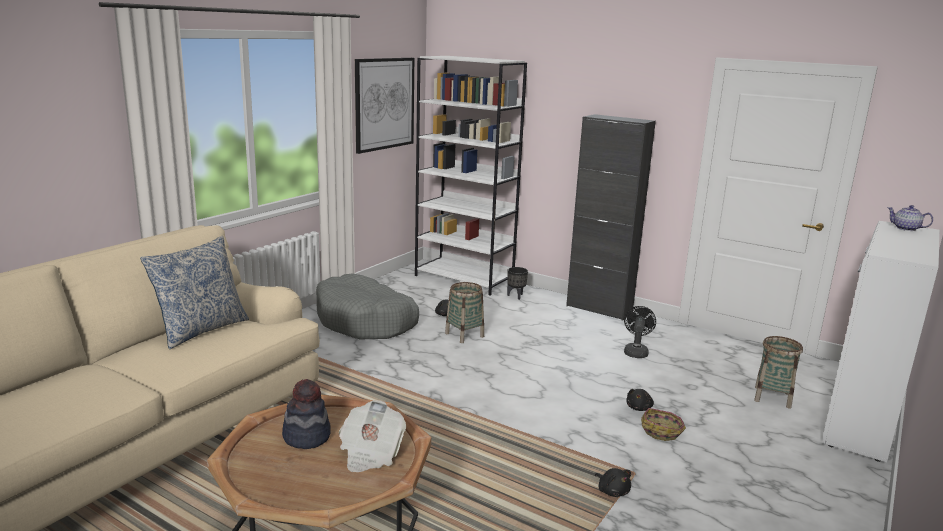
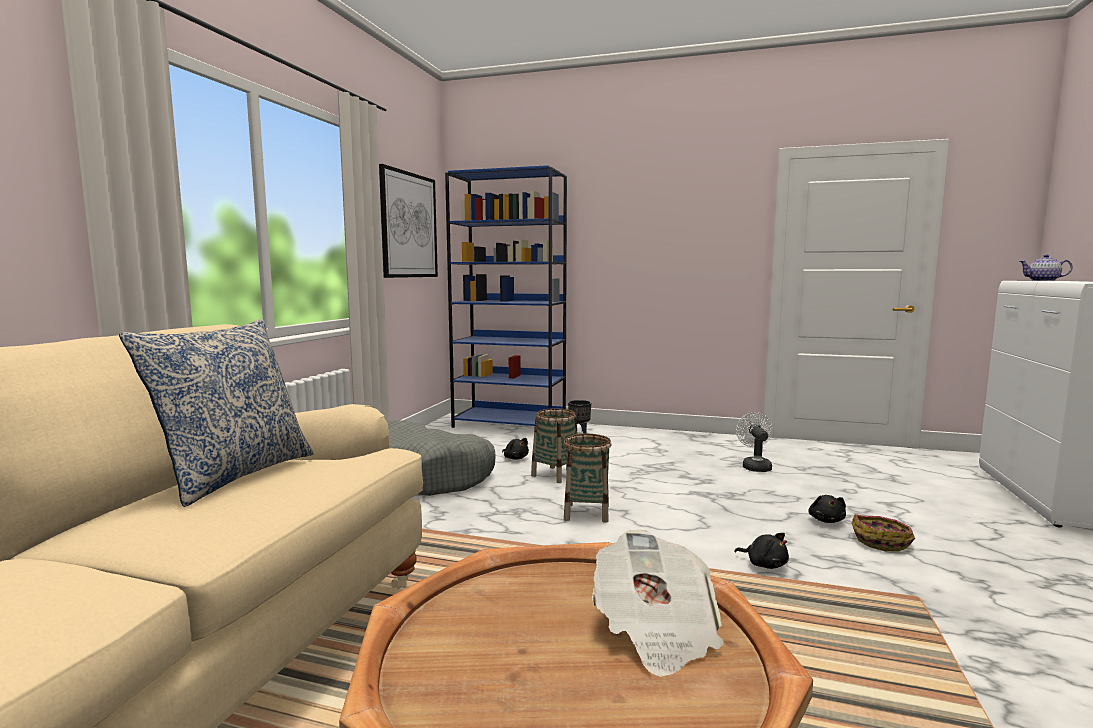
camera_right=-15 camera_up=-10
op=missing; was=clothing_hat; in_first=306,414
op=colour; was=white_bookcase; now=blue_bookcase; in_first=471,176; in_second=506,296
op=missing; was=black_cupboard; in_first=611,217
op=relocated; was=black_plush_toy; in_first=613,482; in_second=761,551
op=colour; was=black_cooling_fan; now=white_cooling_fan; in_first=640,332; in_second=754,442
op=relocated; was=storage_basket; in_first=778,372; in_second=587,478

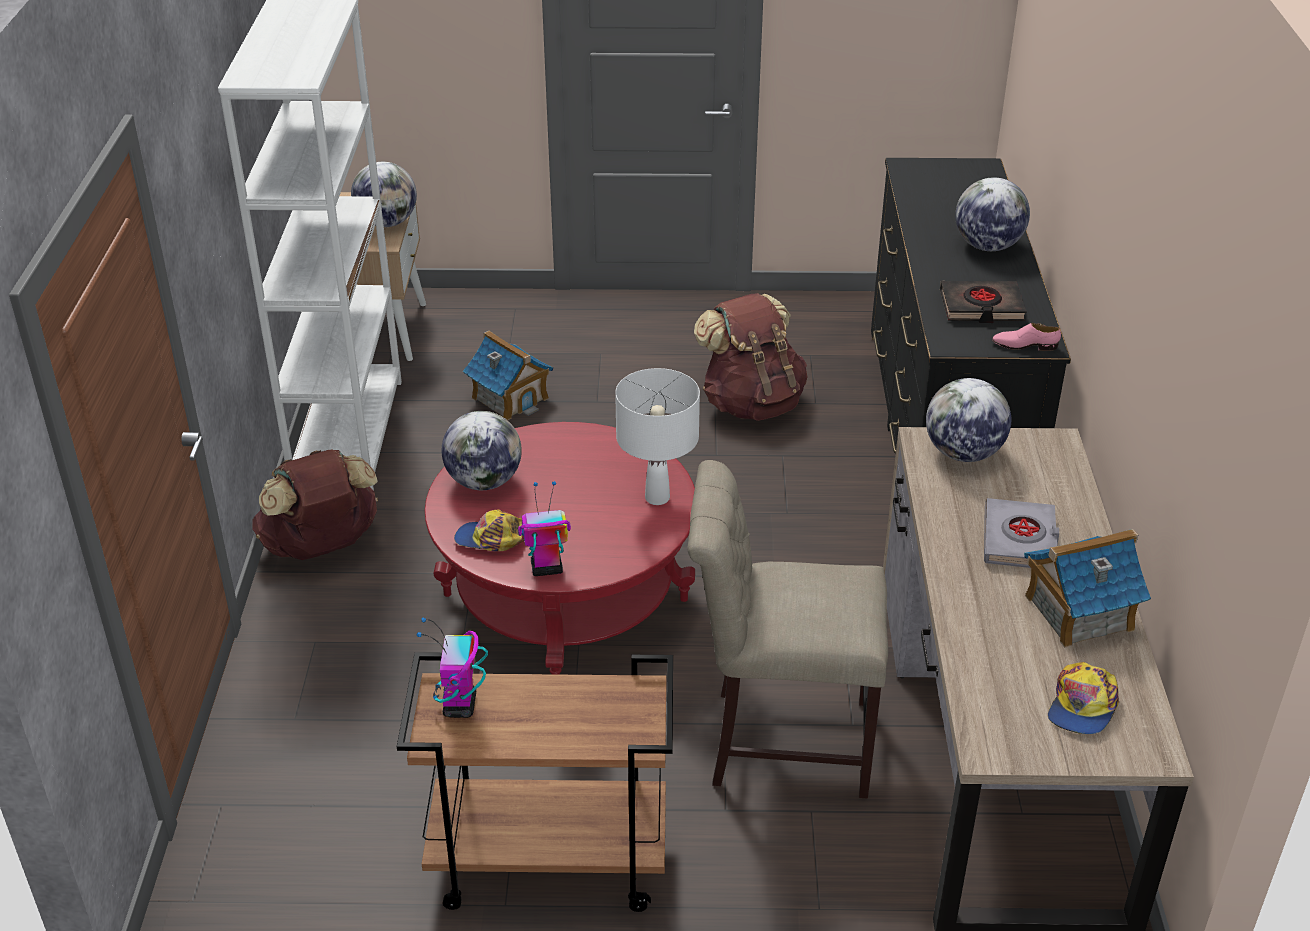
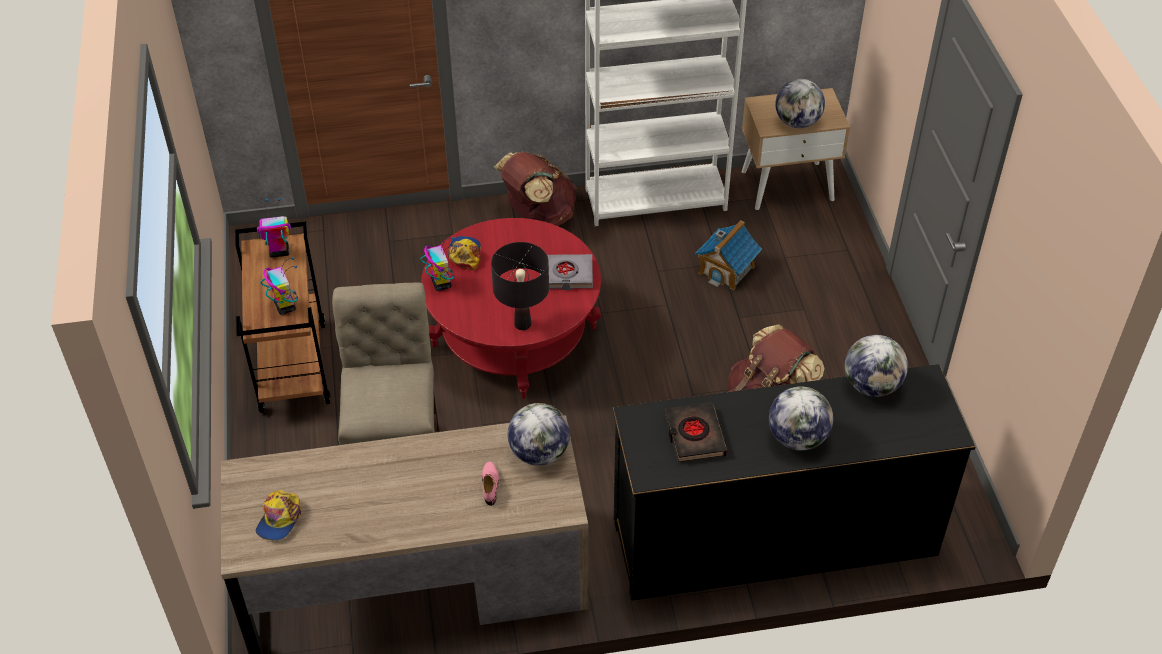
camera_right=80 camera_up=10
op=relocated; was=globe; in_first=482,450; in_second=876,366
op=colour; was=white_tabletop_lamp; now=black_tabletop_lamp; in_first=657,436; in_second=520,286
op=relocated; was=greyish_volume; in_first=1021,533; in_second=566,272
op=relocated; was=pinkish_item_of_footwear; in_first=1026,337; in_second=490,483
op=missing; was=model_house; in_first=1087,588
op=spun; was=peaked_cap; in_first=1083,698; in_second=278,515; clockwise=-90
op=appeared; now=model_robot; in_second=279,286

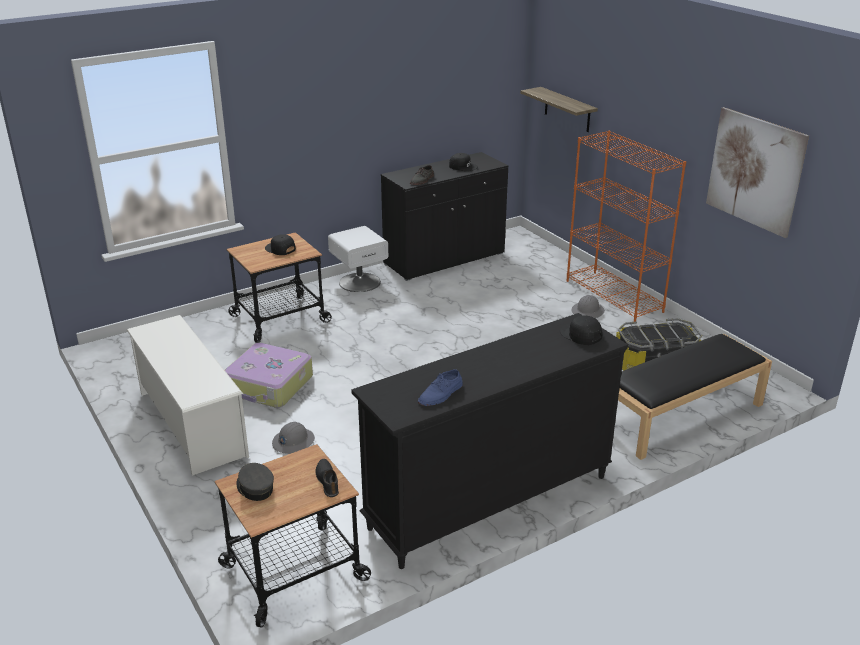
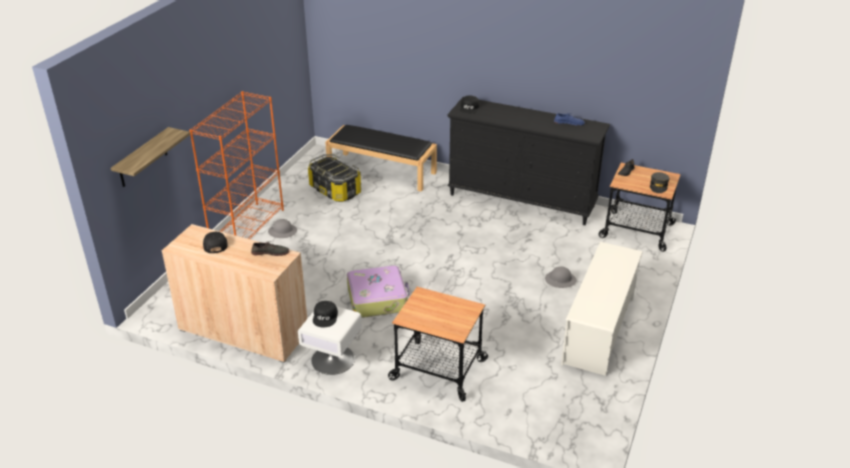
camera_right=-125 camera_up=5
op=relocated; was=suitcase; in_first=269,375; in_second=378,291
op=relocated; was=black_peaked_cap; in_first=280,244; in_second=325,314
op=colour; was=black_cupboard; now=beige-coloured_cupboard; in_first=444,216; in_second=234,293
op=missing; was=wall_art; in_first=757,172

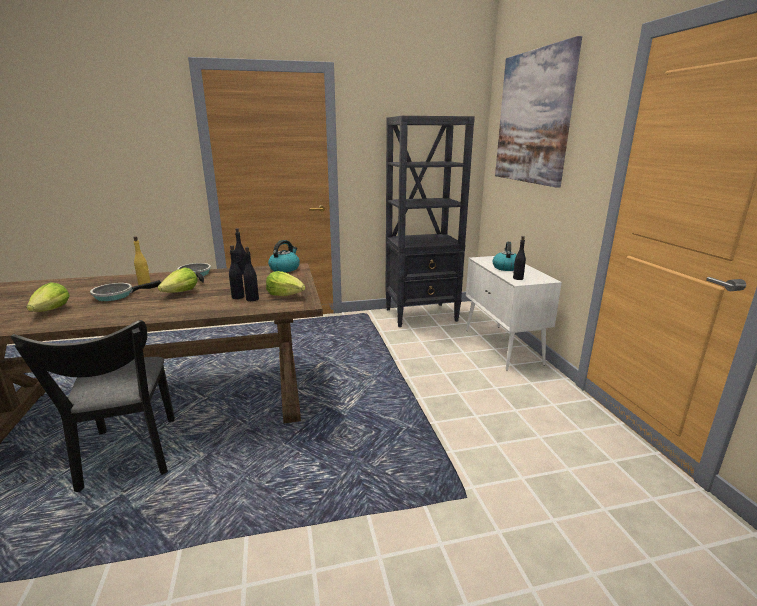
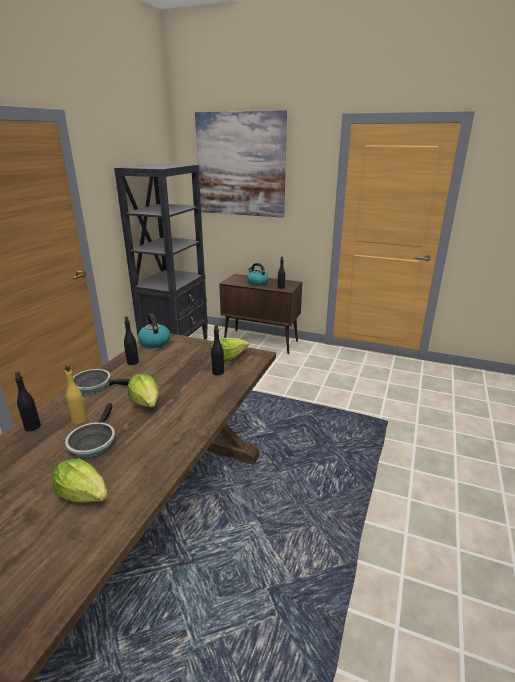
camera_right=-55 camera_up=5
op=missing; was=black_upright_chair; in_first=93,406
op=relocated; was=black_beverage_bottle; in_first=236,272; in_second=28,401
op=colour; was=white_cupboard; now=brown_cupboard; in_first=514,313; in_second=260,314

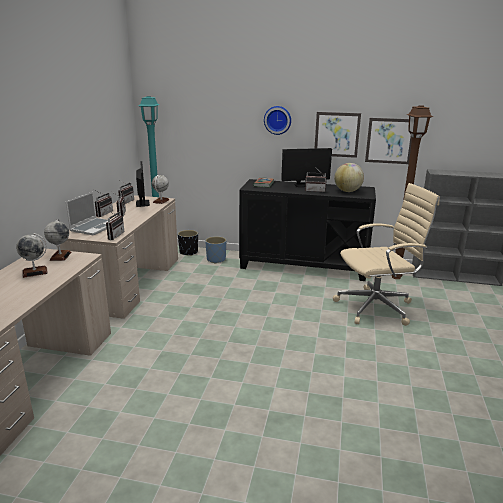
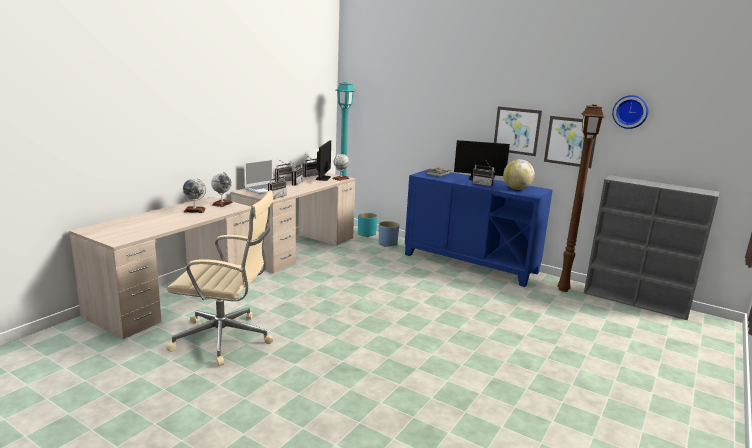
camera_right=20 camera_up=-5
op=colour; was=black_plant_pot; now=turquoise_plant_pot; in_first=188,243; in_second=368,224
op=colour; was=black_cupboard; now=blue_cupboard; in_first=307,230; in_second=479,228
op=relocated; was=clock_on_the_wall; in_first=277,120; in_second=630,112
op=relocated; was=beige-coloured_office_chair; in_first=386,254; in_second=220,278

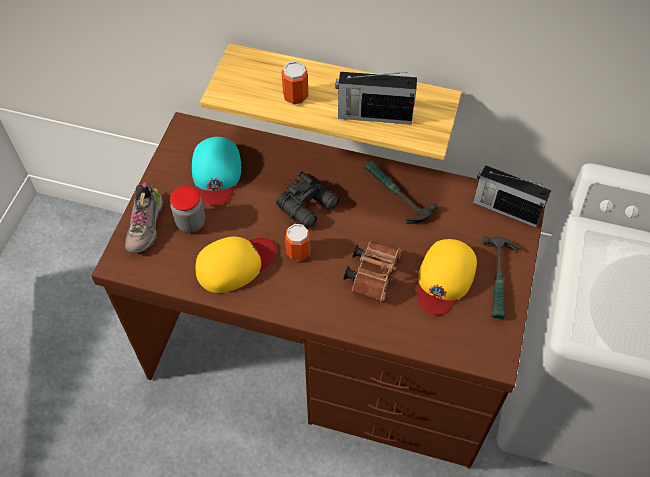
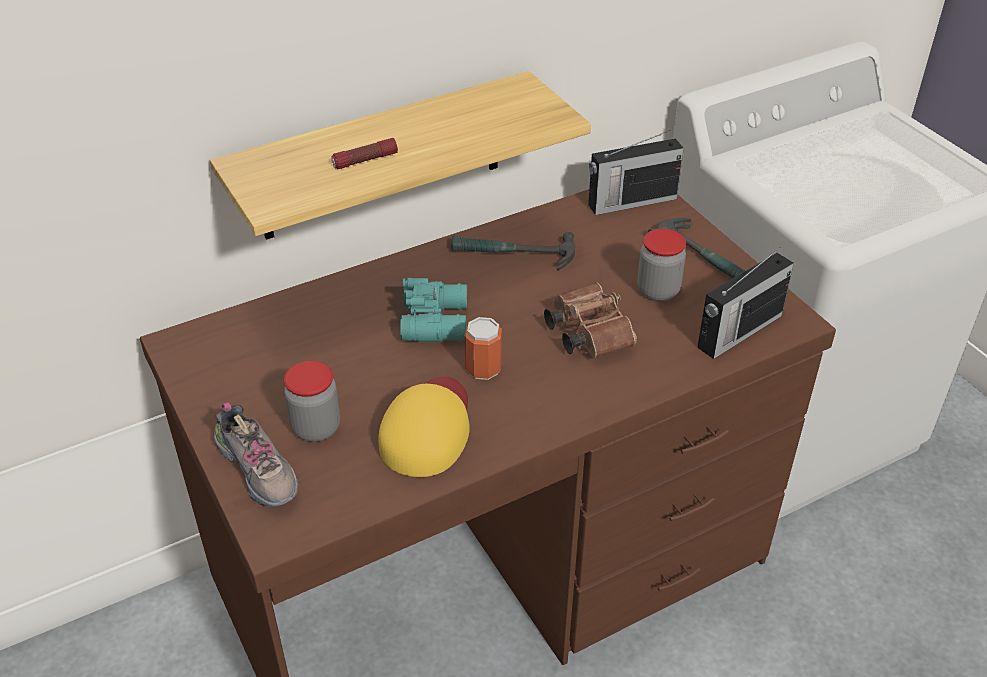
camera_right=-45 camera_up=-15
op=missing; was=turquoise_peaked_cap; in_first=216,171
op=colour; was=black_field_glasses; now=turquoise_field_glasses; in_first=308,200; in_second=433,310
op=exchanged; was=can; now=flashlight; in_first=295,83; in_second=364,153
op=relocated; was=radio_receiver; in_first=376,98; in_second=745,303
op=exchanged; was=yellowish_peaked_cap; now=jar; in_first=447,277; in_second=661,265

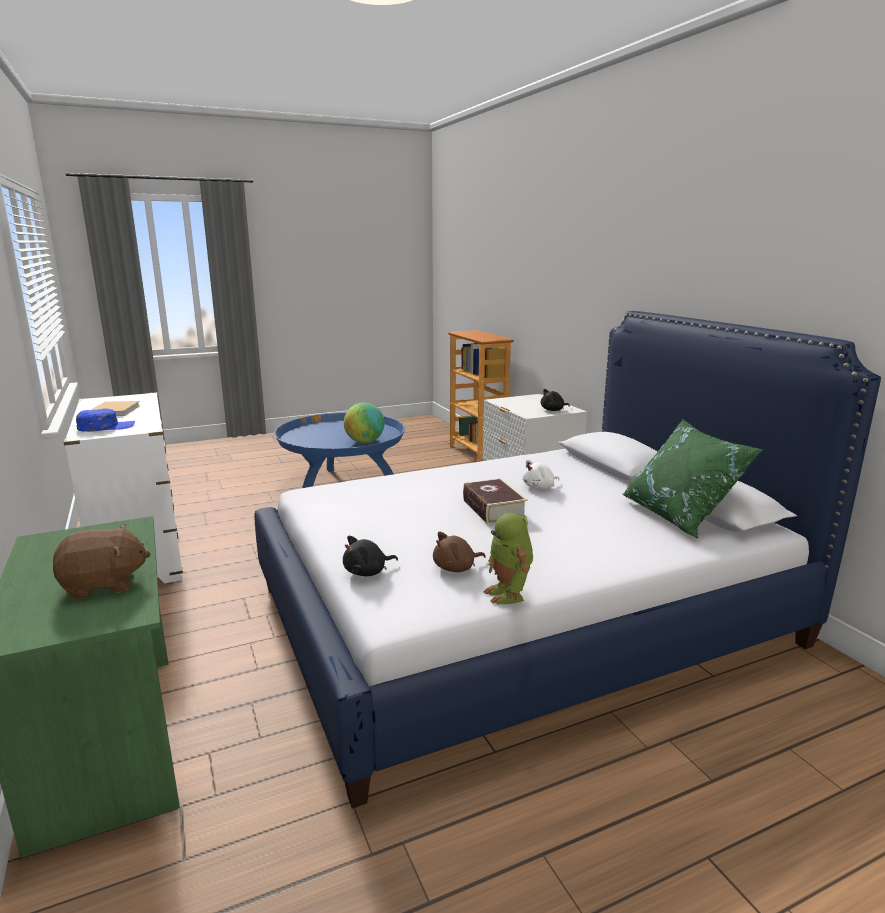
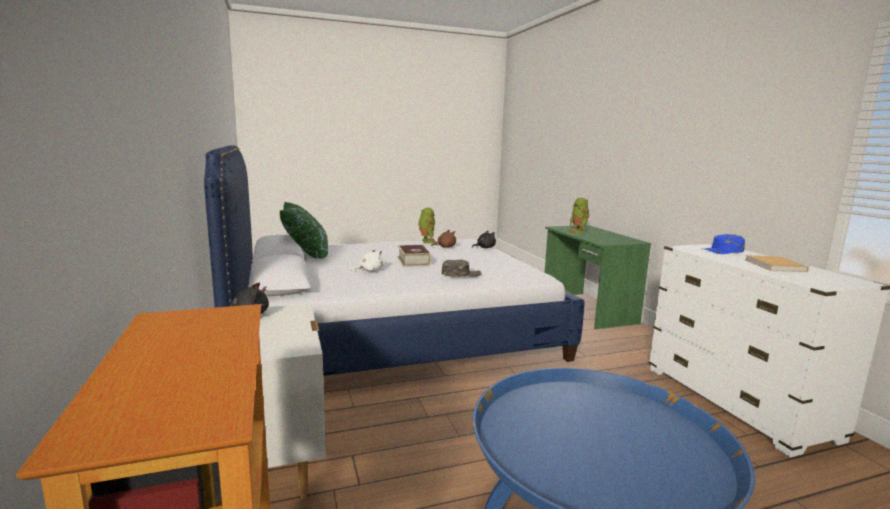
camera_right=-175 camera_up=-5
op=exchanged; was=brown_plush_toy; now=model_robot; in_first=101,561; in_second=579,215
op=missing; was=globe; in_first=364,423
op=appeared; now=green-coloured_peaked_cap; in_second=461,268

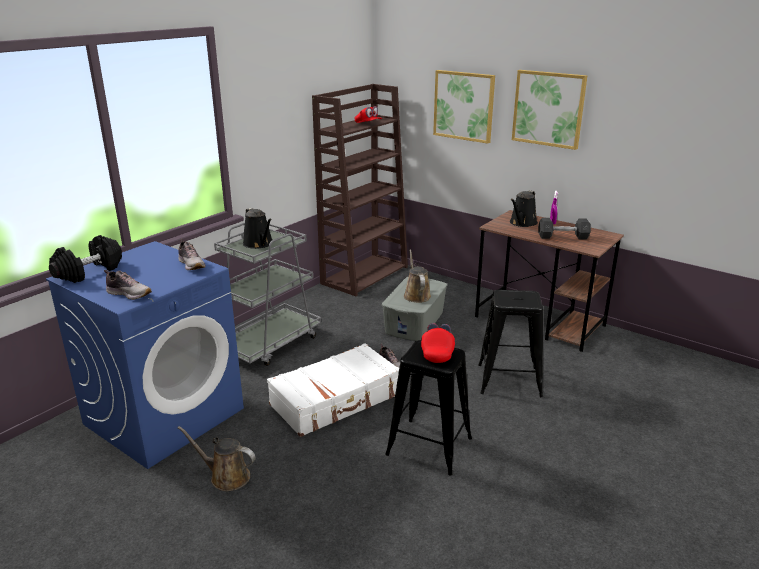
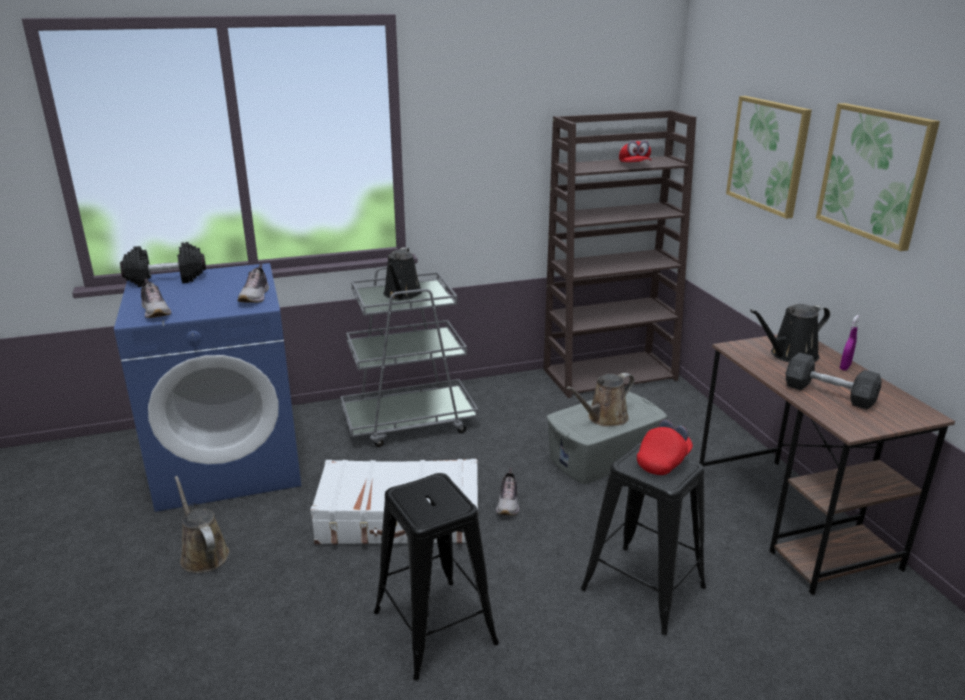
camera_right=35 camera_up=0
op=spun; was=brown_watering_can; in_first=417,276; in_second=600,400; clockwise=-150
op=relocated; was=red_peaked_cap; in_first=438,343; in_second=665,447

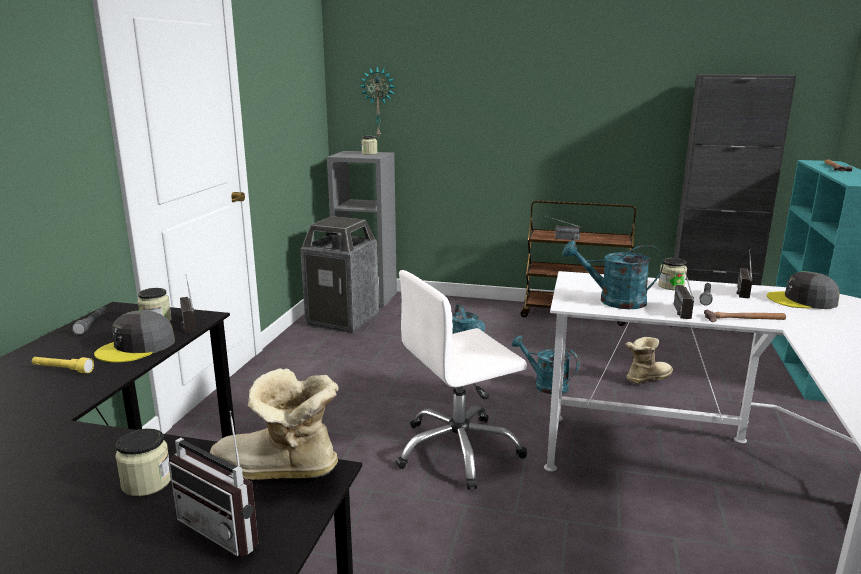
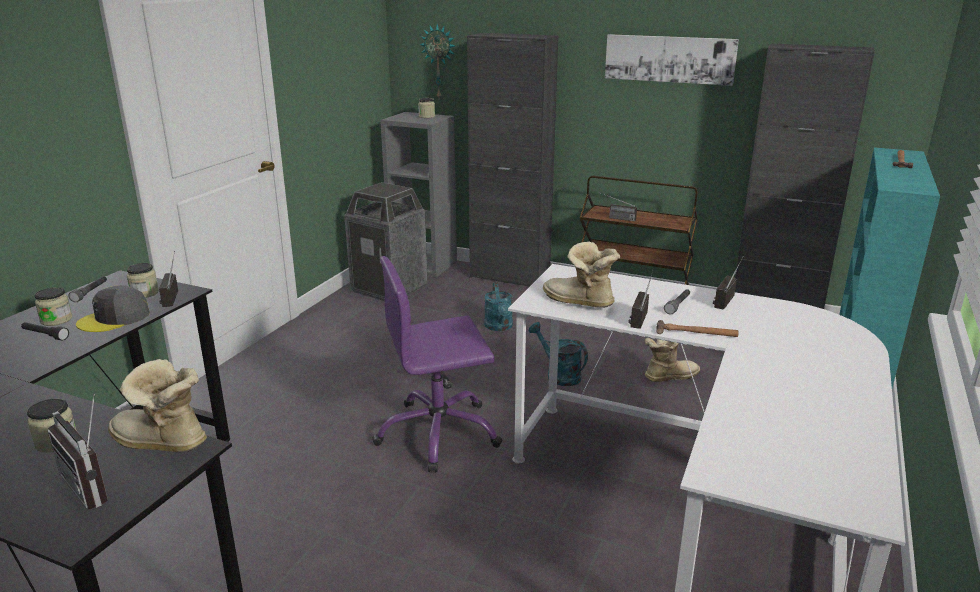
camera_right=10 camera_up=5
op=colour; was=yellowish_flashlight; now=black_flashlight; in_first=63,365; in_second=45,331
op=colour; was=white_office_chair; now=purplish_office_chair; in_first=461,380; in_second=437,364
op=exchanged; was=turquoise_watering_can; now=boot; in_first=612,274; in_second=581,275
op=relocated; was=jar; in_first=672,274; in_second=53,306
op=missing; was=greyish_peaked_cap; in_first=803,290
op=appeared; now=black_cupboard; in_second=512,160
op=appeared; now=wall_art; in_second=672,60

